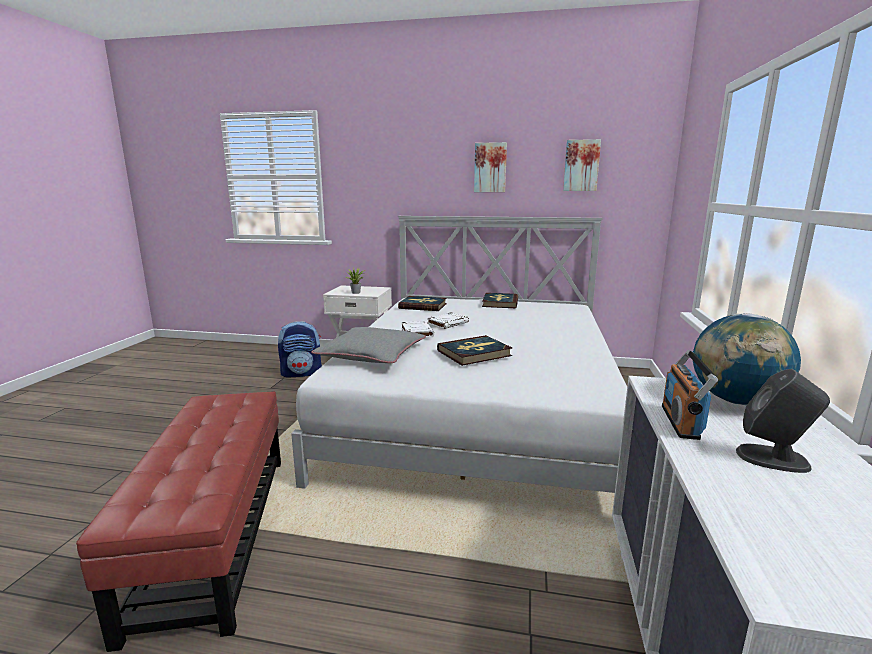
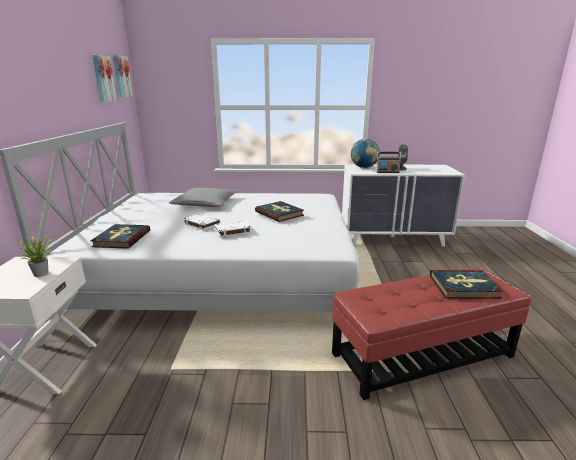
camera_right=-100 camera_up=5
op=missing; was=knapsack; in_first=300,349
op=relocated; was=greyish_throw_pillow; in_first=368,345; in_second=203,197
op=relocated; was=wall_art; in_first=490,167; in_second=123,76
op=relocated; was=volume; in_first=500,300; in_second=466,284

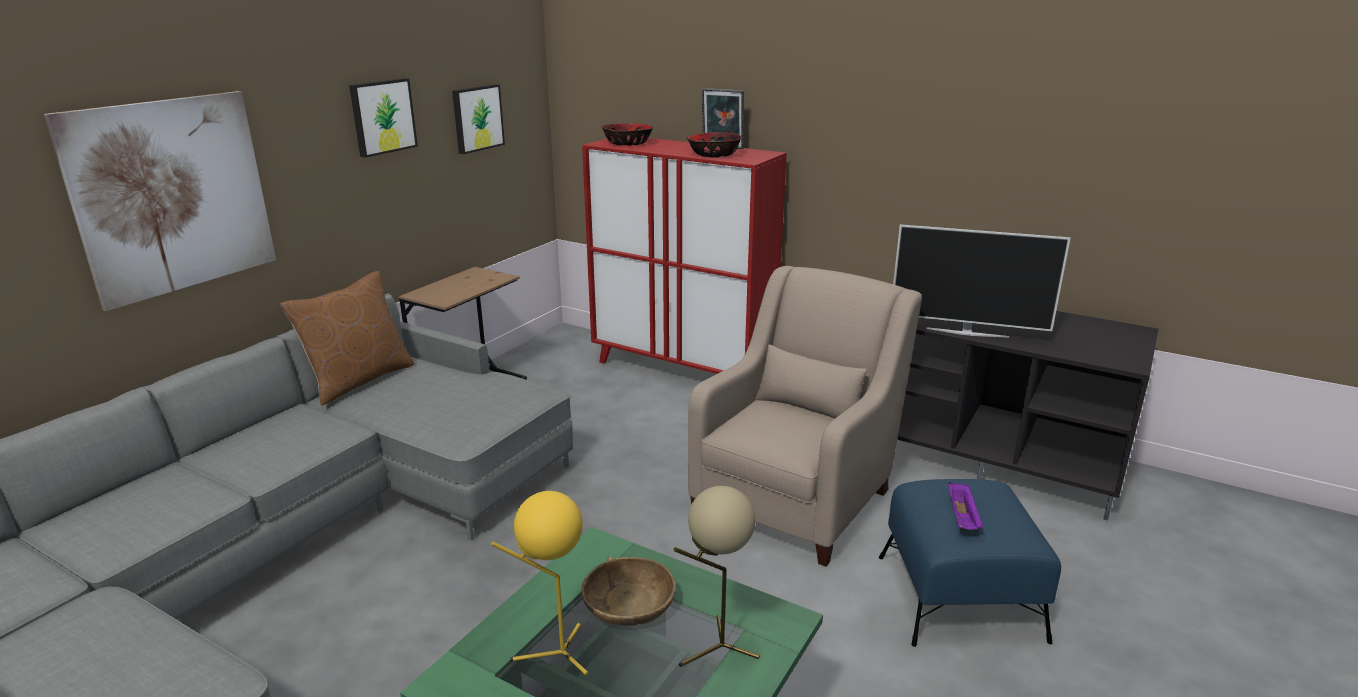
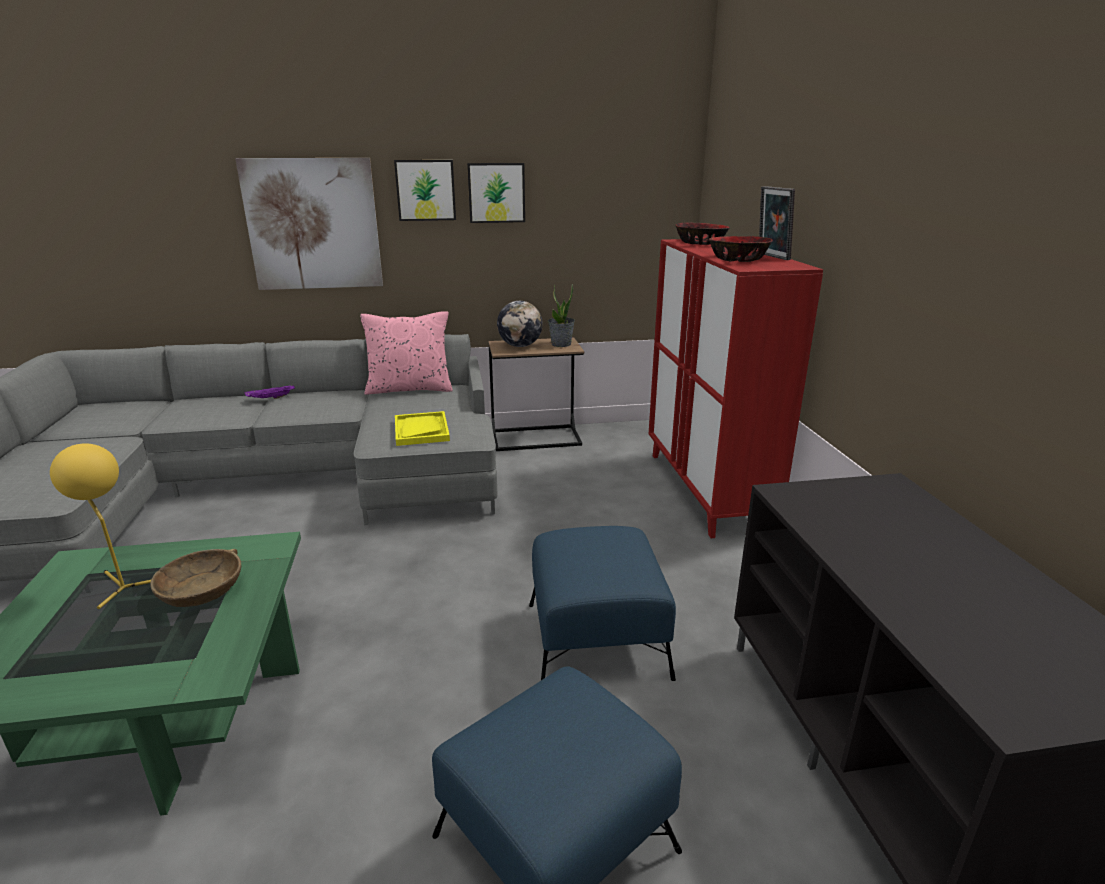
camera_right=50 camera_up=0
op=colour; was=brown_throw_pillow; now=pinkish_throw_pillow; in_first=347,338; in_second=406,353
op=relocated; was=wall_art; in_first=478,119; in_second=425,190
op=missing; was=beige-coloured_tabletop_lamp; in_first=716,576
op=exchanged; was=beige-coloured_armchair; now=blue_footrest; in_first=805,416; in_second=602,603
op=missing; was=TV; in_first=981,281
op=relocated; was=purplish_serving_tray; in_first=965,506; in_second=270,392
op=appeared; now=yellowish_serving_tray; in_second=422,428
op=appeared; now=globe; in_second=520,324
op=appeared; now=houseplant; in_second=561,315

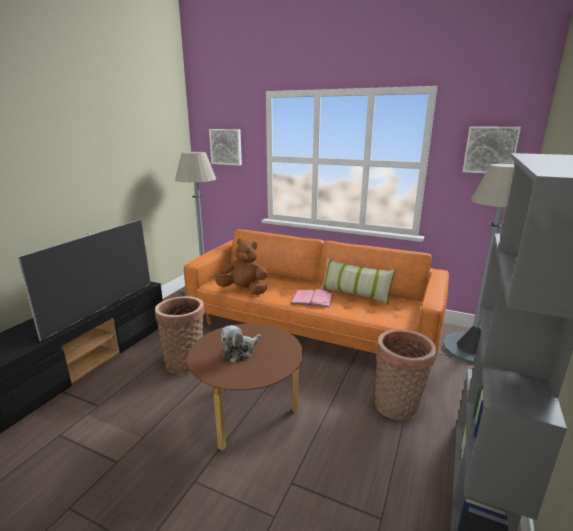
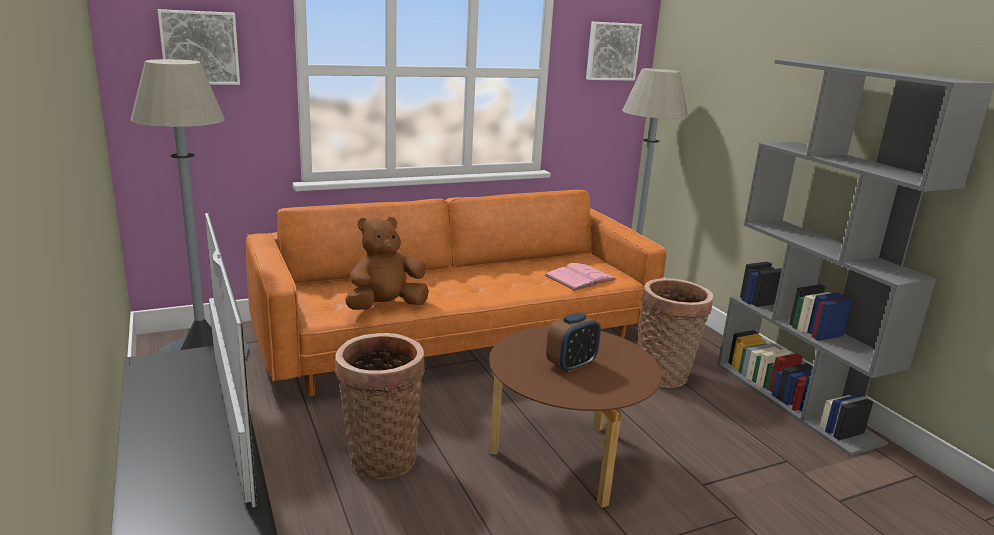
camera_right=-50 camera_up=0
op=exchanged; was=plush_toy; now=table_clock; in_first=241,344; in_second=573,342
op=relocated; was=pinkish_volume; in_first=311,298; in_second=580,276
op=missing; was=throw_pillow; in_first=358,281

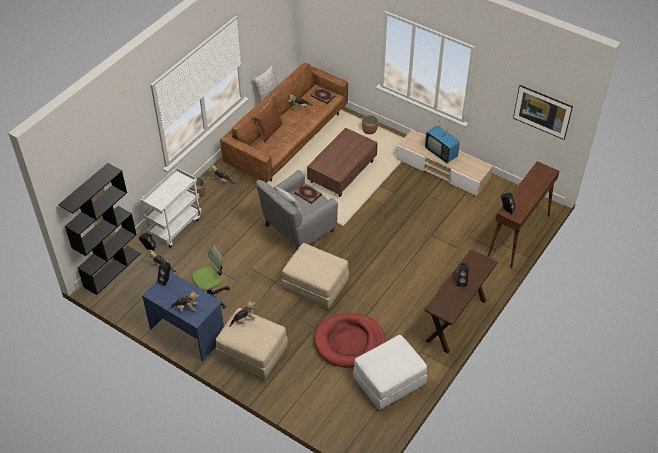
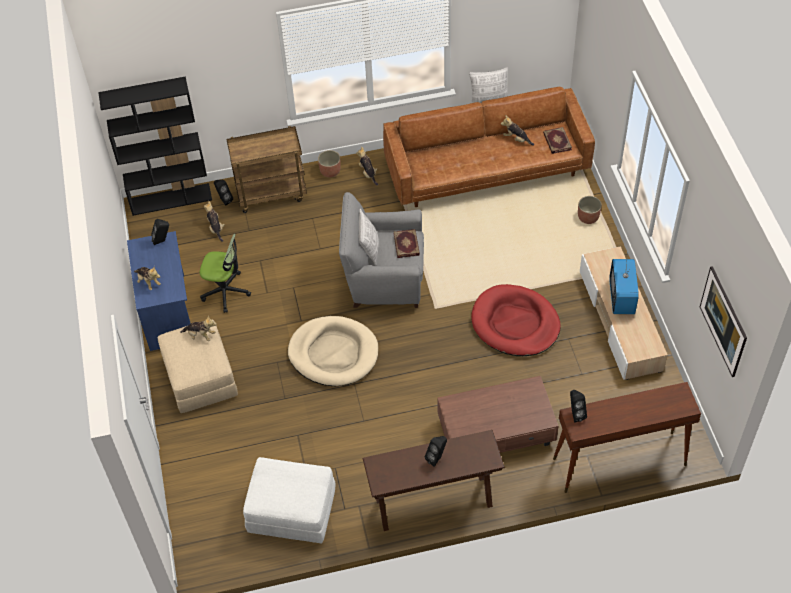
camera_right=45 camera_up=5
op=colour; was=white_trolley; now=brown_trolley; in_first=171,208; in_second=266,169
op=missing; was=brown_throw_pillow; in_first=268,120
op=exchanged; was=beige-coloured_footrest; now=beige-coloured_pet_bed; in_first=315,276; in_second=333,351
op=relocated; was=brown_lounge_table; in_first=342,162; in_second=497,414
op=relocated; was=red_pet_bed; in_first=350,340; in_second=516,320

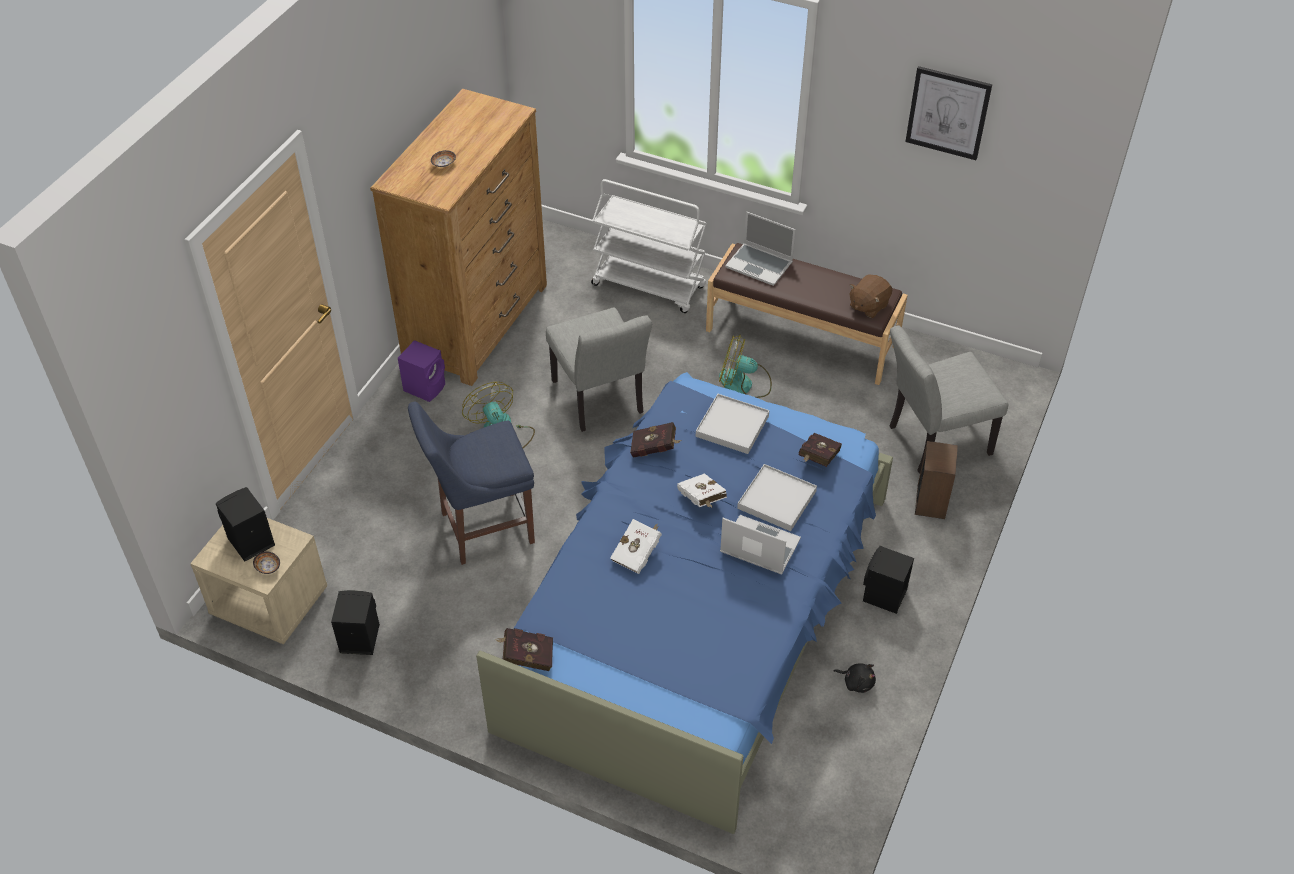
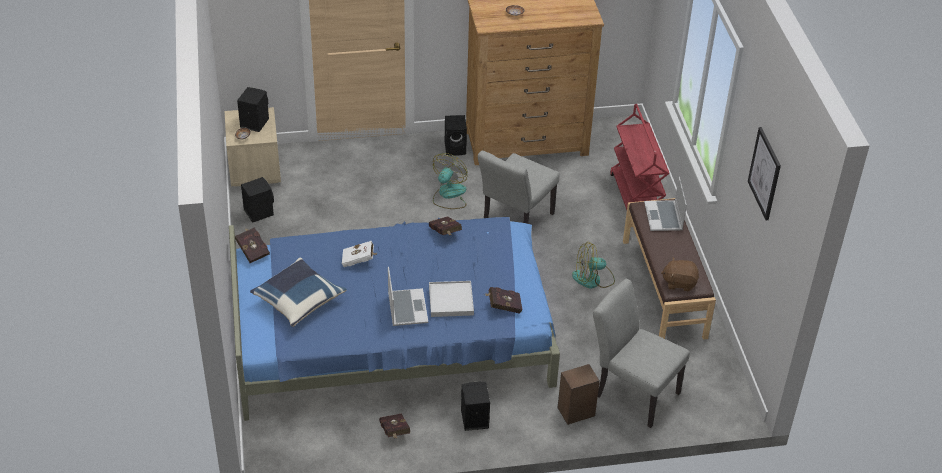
camera_right=55 camera_up=-5
op=colour; was=purplish_audio_speaker; now=black_audio_speaker; in_first=421,371; in_second=456,135
op=missing; was=blue_upright_chair; in_first=471,483
op=colour; was=white_trolley; now=red_trolley; in_first=649,246; in_second=640,157
op=missing; was=white_volume; in_first=702,490
op=missing; was=white_serving_tray; in_first=732,424
op=spun; was=cooling_fan; in_first=745,366; in_second=593,265; clockwise=-75
op=exchanged; was=black_plush_toy; now=red_volume; in_first=855,678; in_second=394,426
op=appeared; now=blue_throw_pillow; in_second=298,292

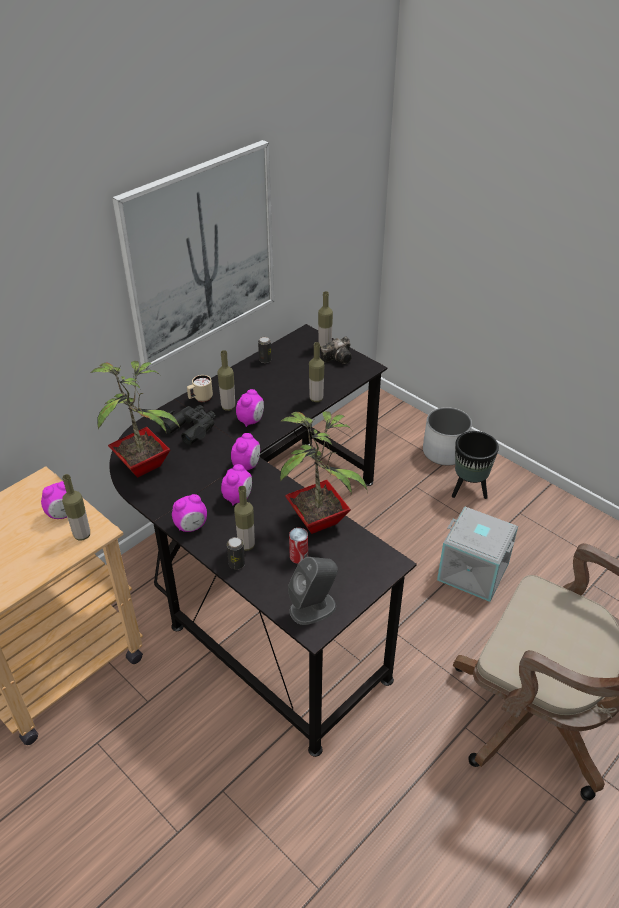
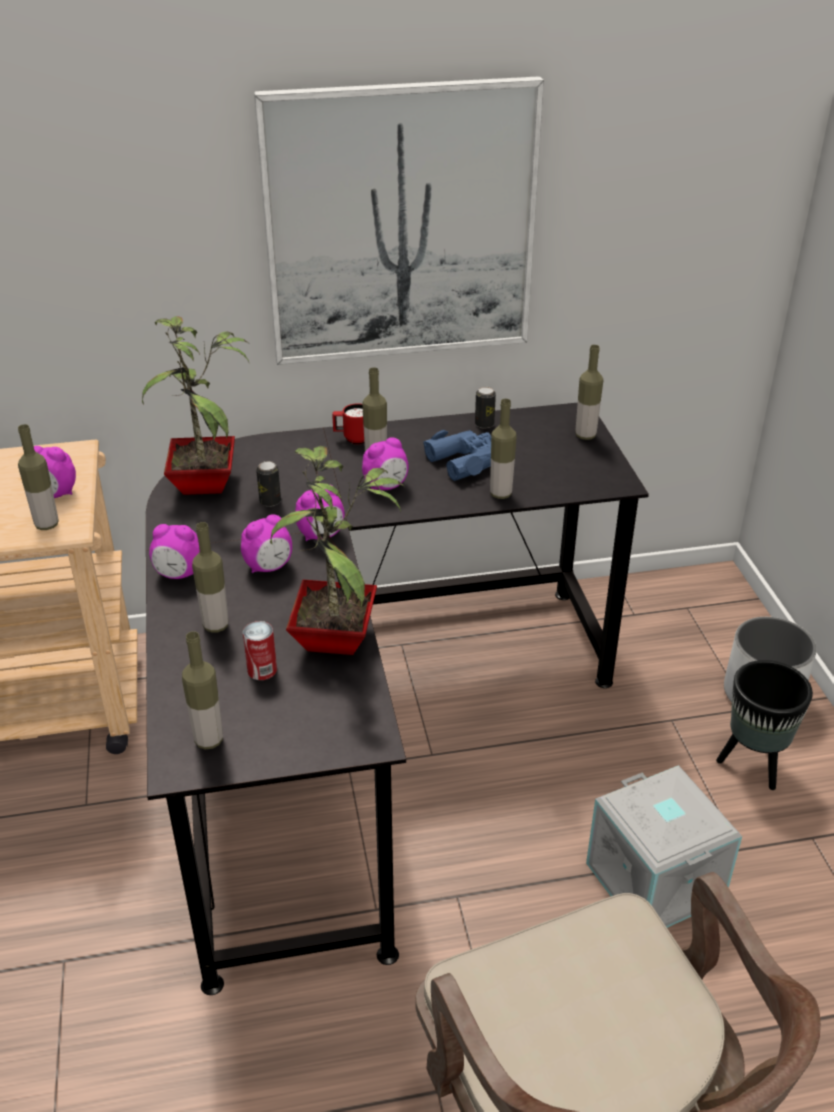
camera_right=35 camera_up=-5
op=missing; was=black_field_glasses; in_first=189,425
op=colour; was=beige-coloured_mug; now=red_mug; in_first=200,388; in_second=348,424
op=relocated; was=can; in_first=236,553; in_second=268,484
op=exchanged; was=greyish_audio_speaker; now=beverage_bottle; in_first=313,591; in_second=202,690
op=missing; was=photo_camera; in_first=336,350
op=appeared; now=blue_field_glasses; in_second=457,455

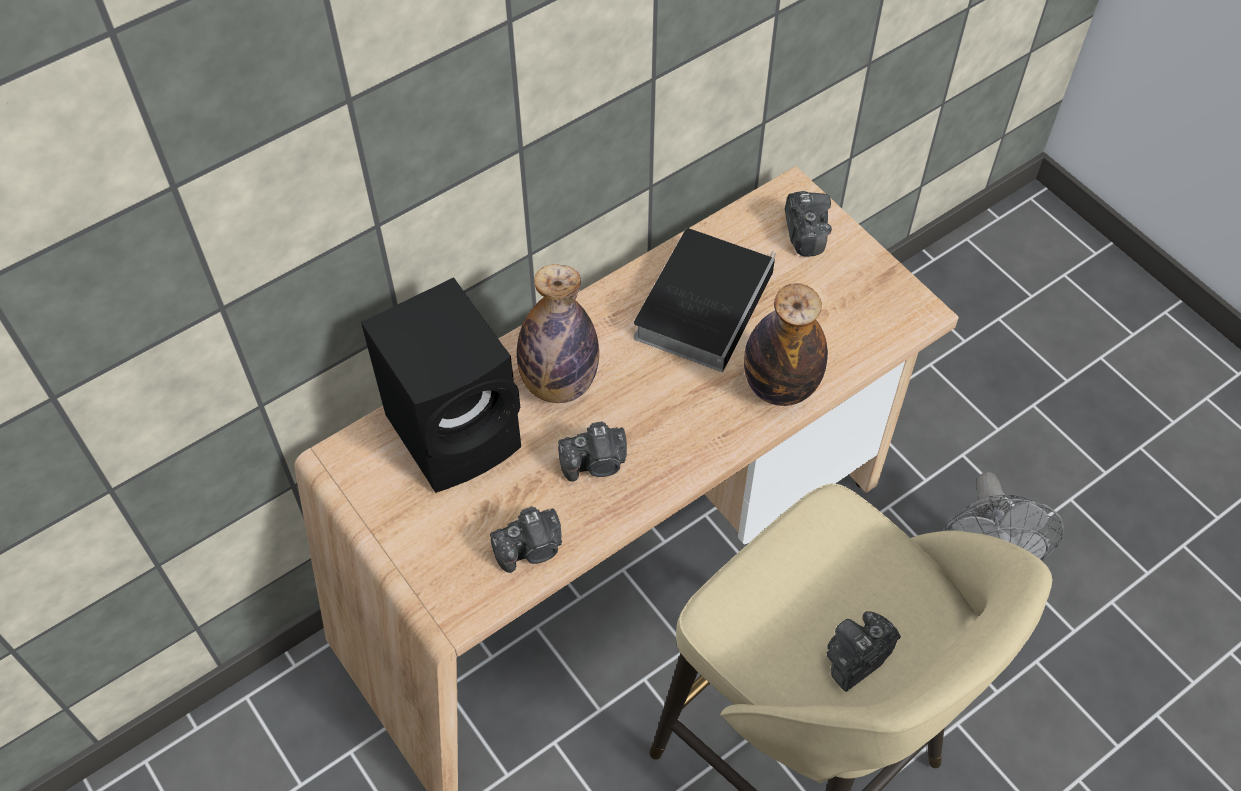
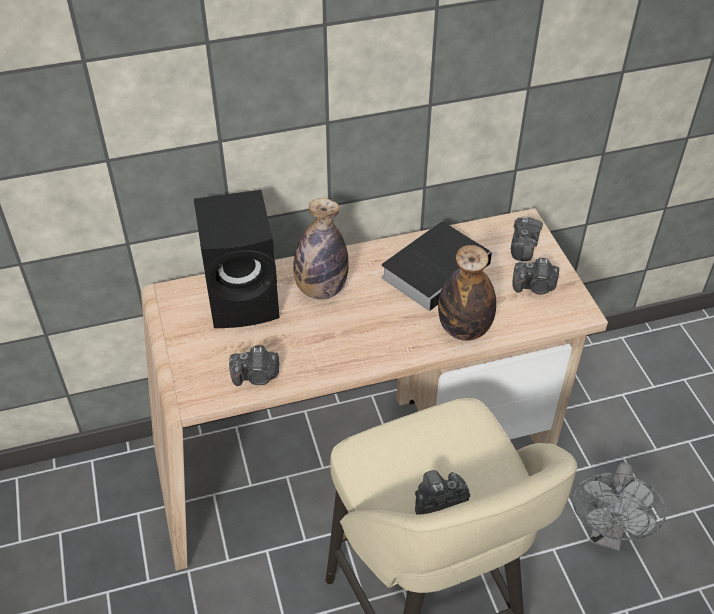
camera_right=20 camera_up=-10
op=relocated; was=photo_camera; in_first=592,451; in_second=535,276

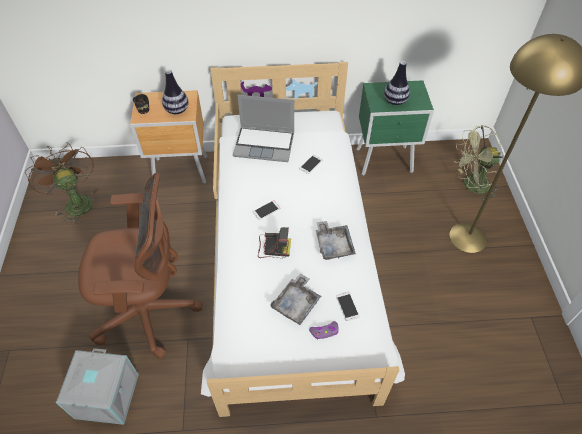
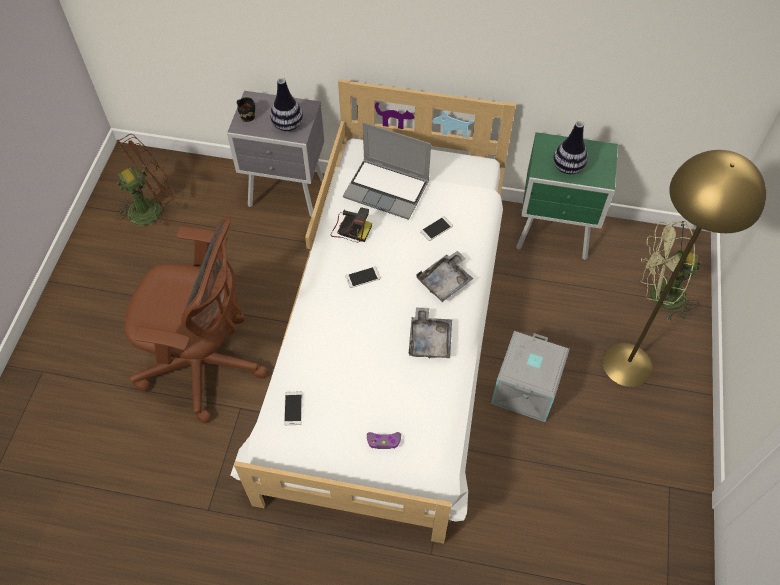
camera_right=15 camera_up=5
op=spun; was=brown_cooling_fan; in_first=61,183; in_second=145,180; clockwise=75
op=relocated; was=greyish_storage_box; in_first=97,386; in_second=530,376
op=colour; was=brown_nightstand; now=greyish_nightstand; in_first=169,137; in_second=275,154
op=relocated; was=photo_camera; in_first=274,242; in_second=351,225
op=relocated; was=greyish_serving_tray; in_first=295,299; in_second=444,276
op=relocated; was=handset; in_first=348,306; in_second=293,408

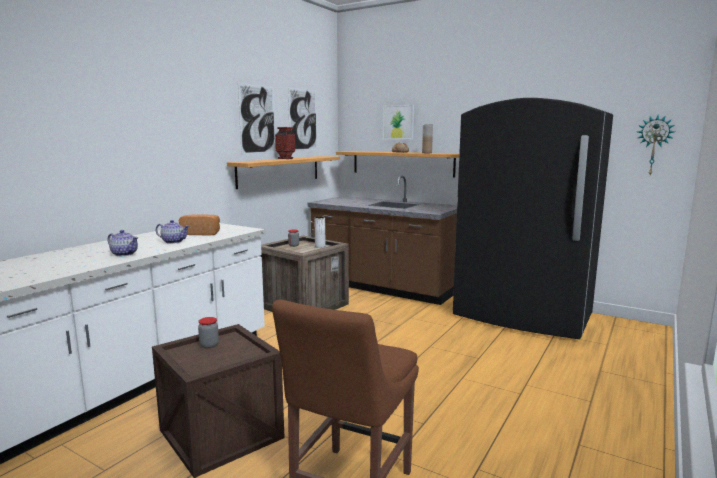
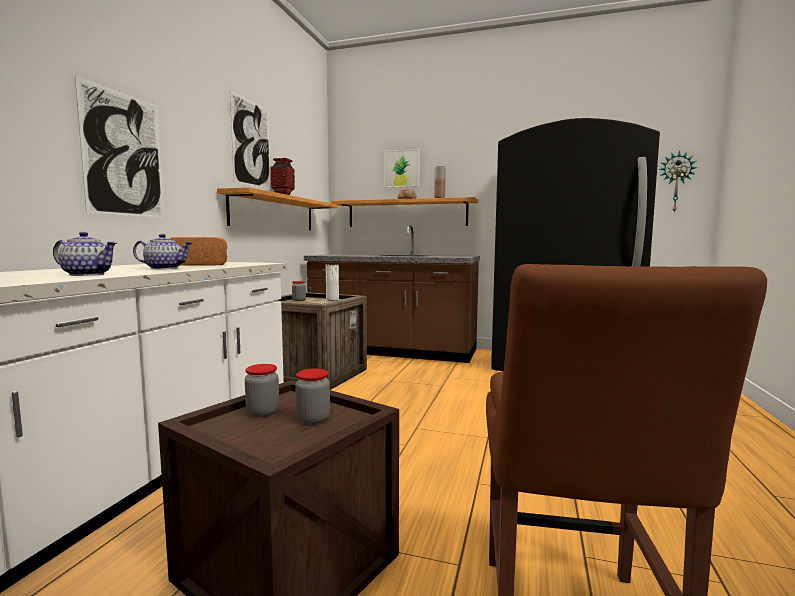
camera_right=-15 camera_up=-5
op=relocated; was=wall_art; in_first=302,119; in_second=119,147
op=appeared; now=jar; in_second=312,396

